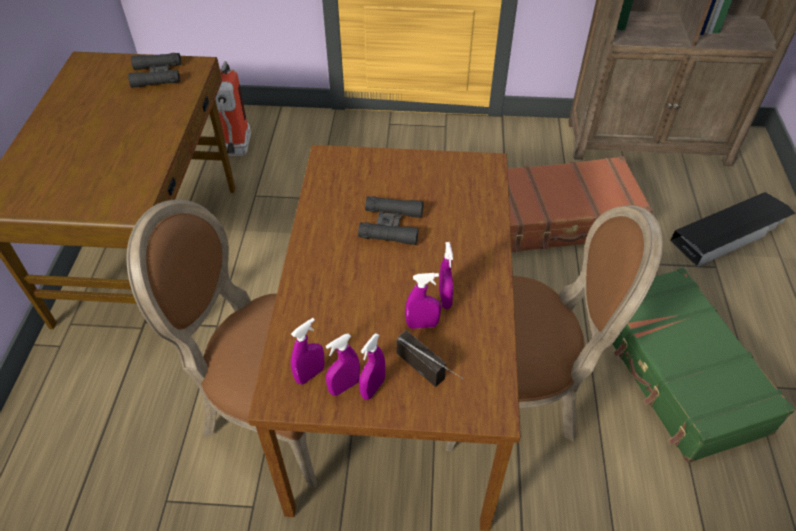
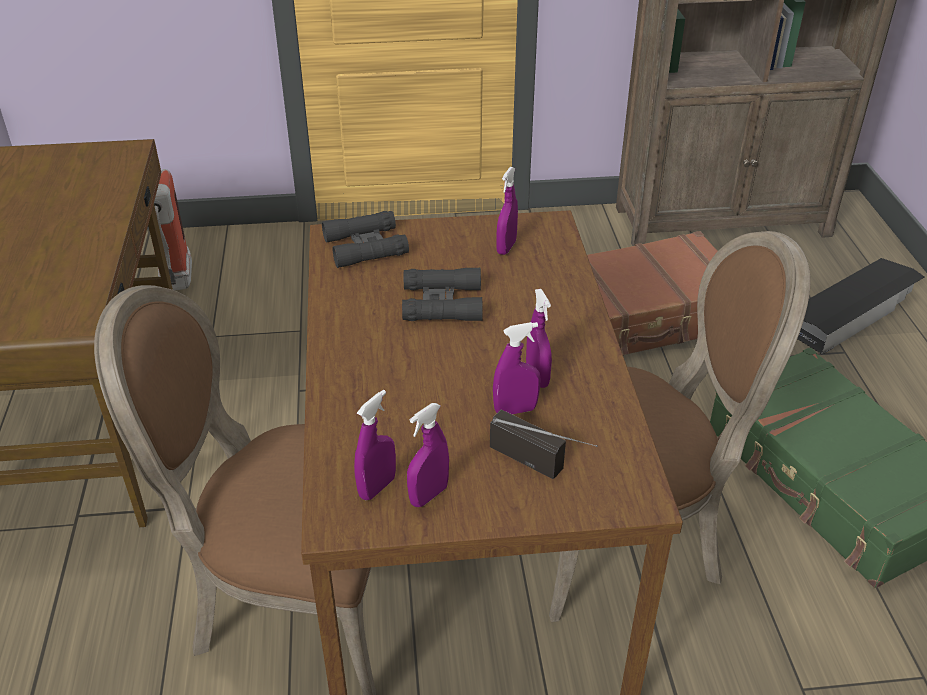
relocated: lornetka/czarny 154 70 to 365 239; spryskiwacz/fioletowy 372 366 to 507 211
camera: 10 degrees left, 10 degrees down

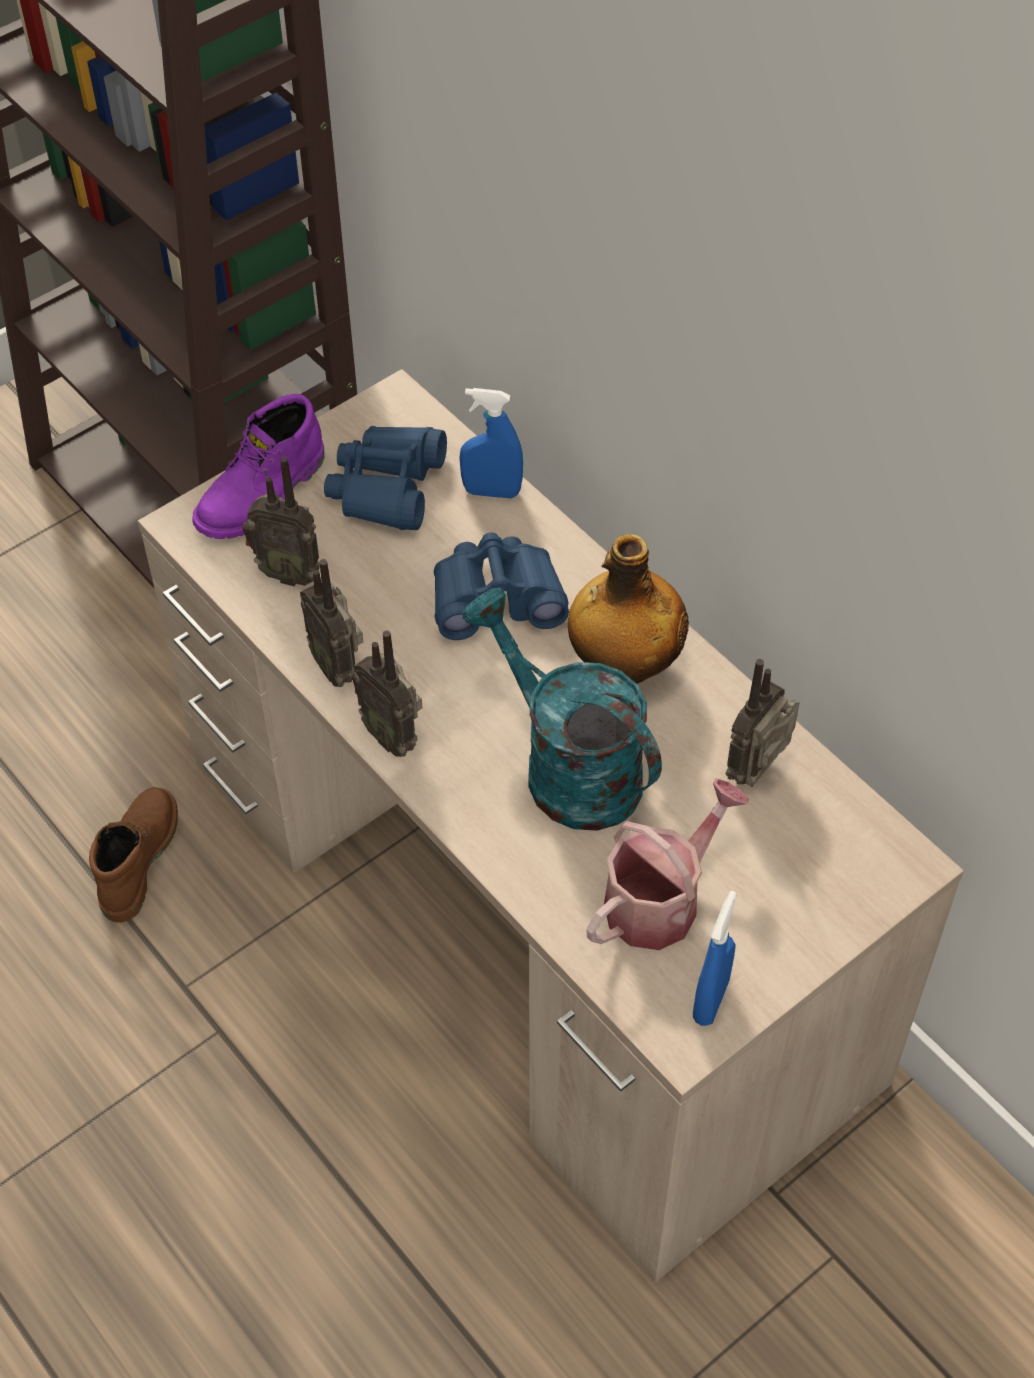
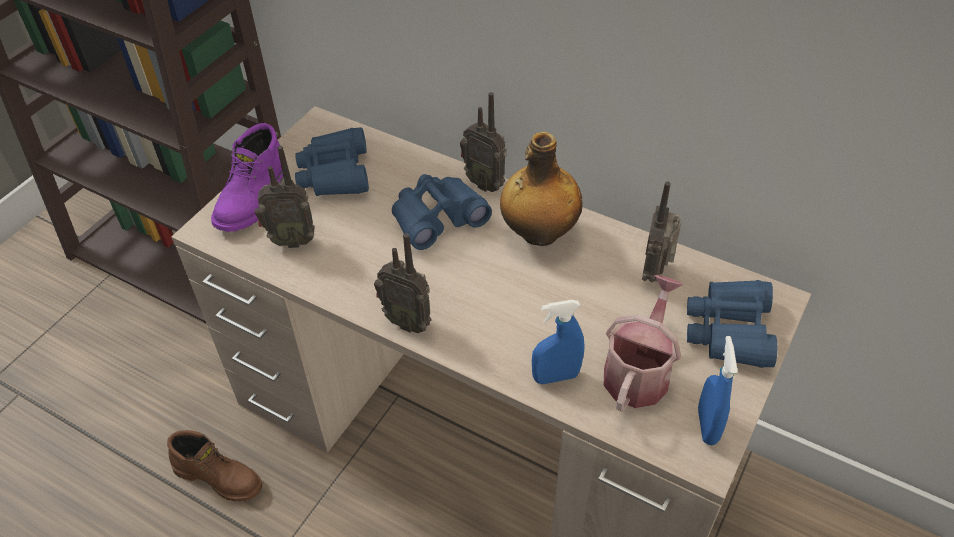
missing: konewka/turkusowy 562 709
appeared: lornetka/niebieski 732 324
relocated: radio 331 623 to 483 142; spryskiwacz/niebieski 491 443 to 558 342
spun: but z cholewką/brązowy 133 855 = 214 465 120 degrees clockwise
camera: 20 degrees left, 5 degrees down

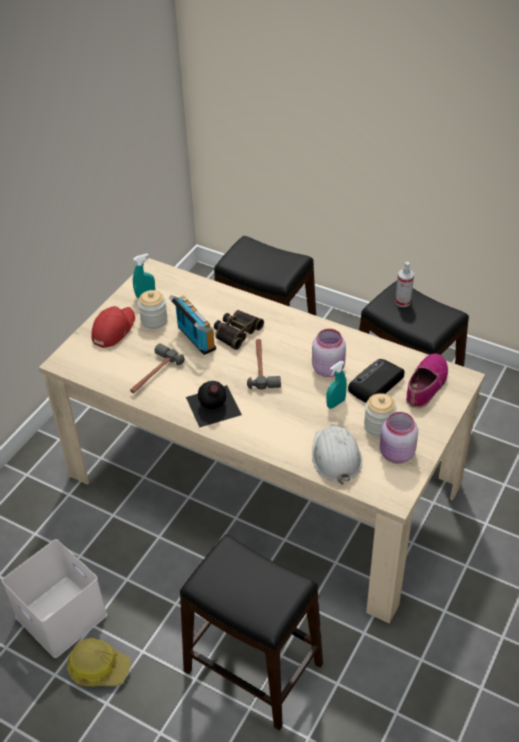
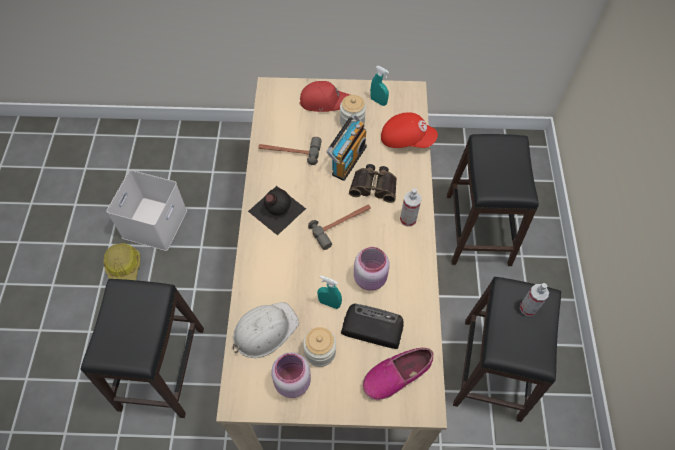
appeared: czapka z daszkiem/czerwony 409 130; spryskiwacz 411 207
spun: but 427 381 = 397 374 150 degrees clockwise
camera: 60 degrees right, 15 degrees up

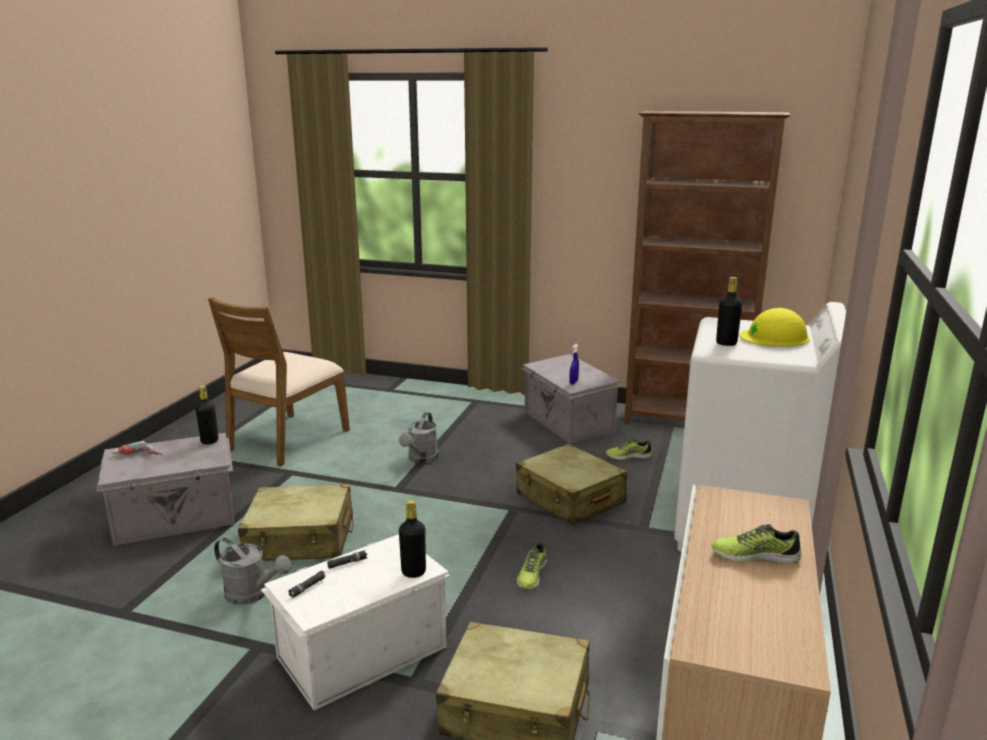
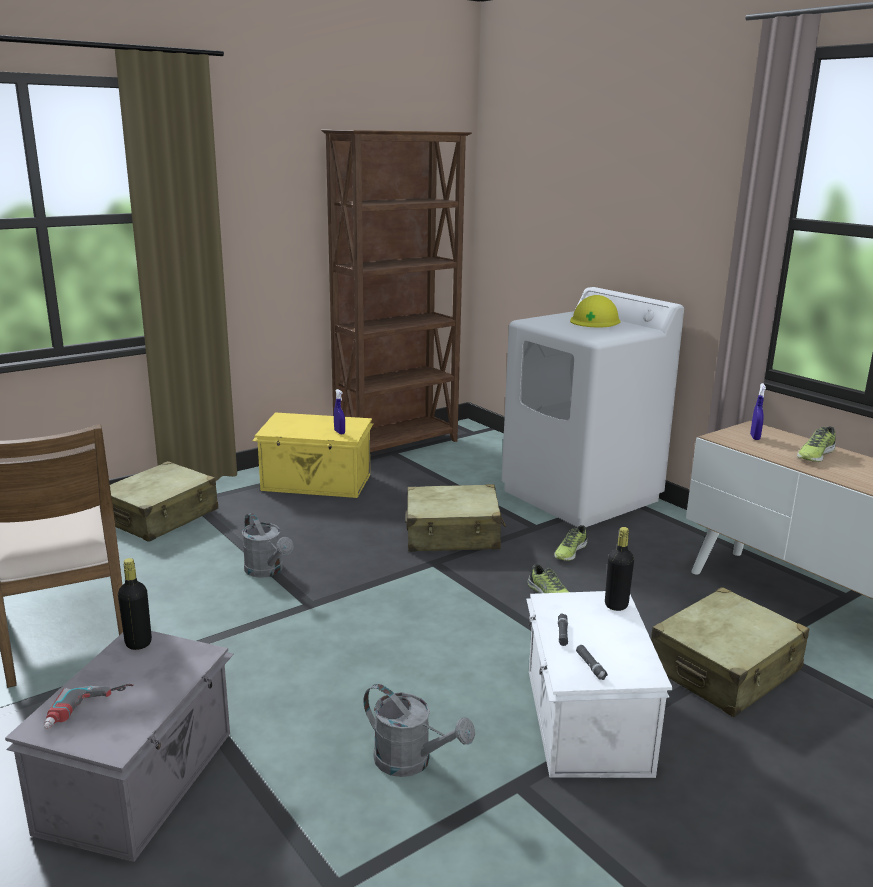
missing: butelka/czarny 729 311
appeared: spryskiwacz/niebieski 758 411
relocated: walizka/beżowy 296 522 to 164 501; but 629 449 to 570 543
colour: pojemnik do przechowywania/szary 570 399 to pojemnik do przechowywania/żółty 313 455
spun: konewka/szary 252 571 = 419 730 60 degrees clockwise
camera: 55 degrees left, 0 degrees up

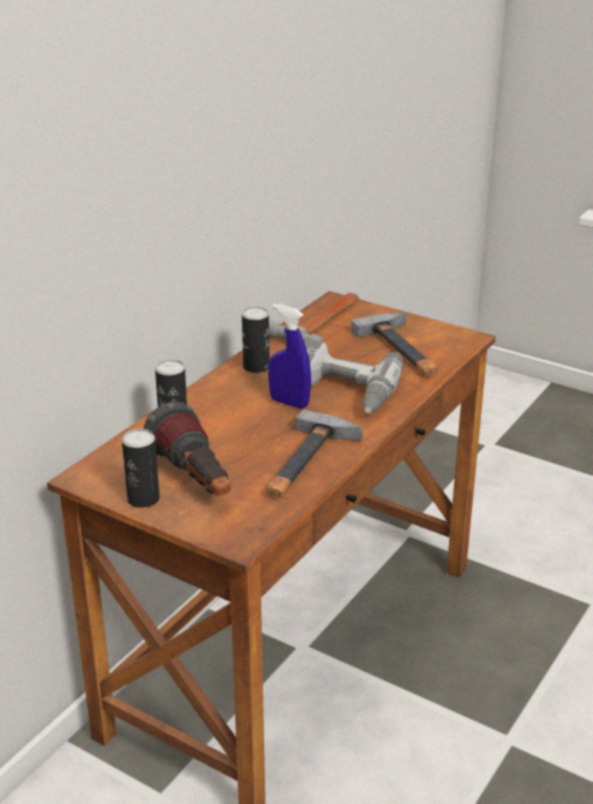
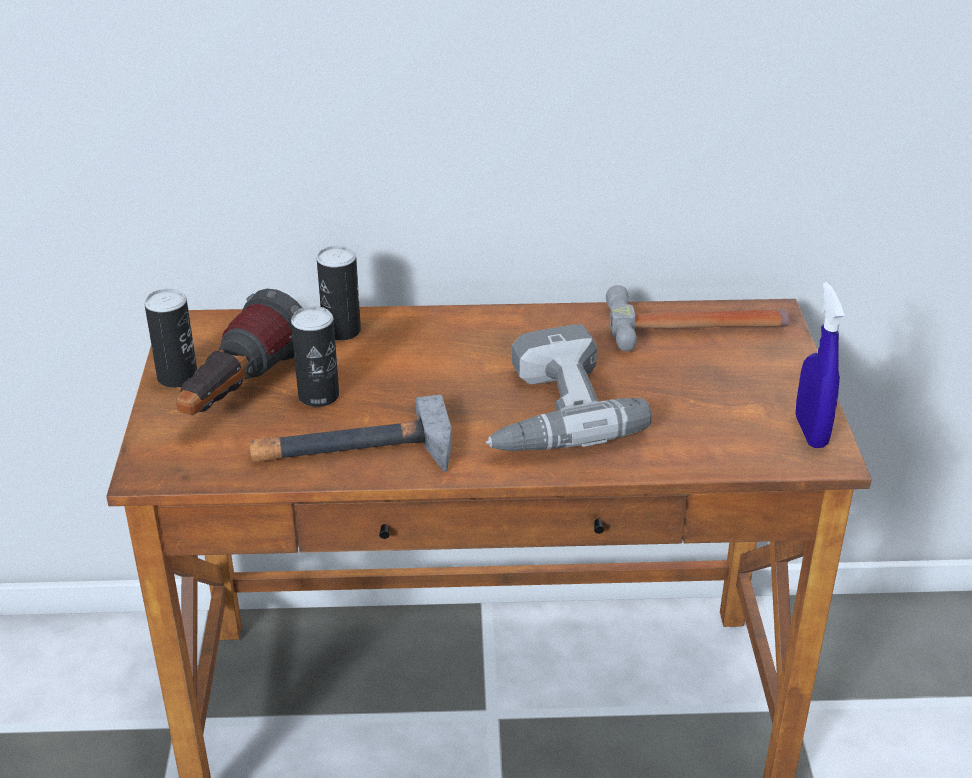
missing: młotek 394 344
relocated: puszka 256 340 to 315 356; spryskiwacz/niebieski 289 356 to 820 365
camera: 55 degrees right, 5 degrees up

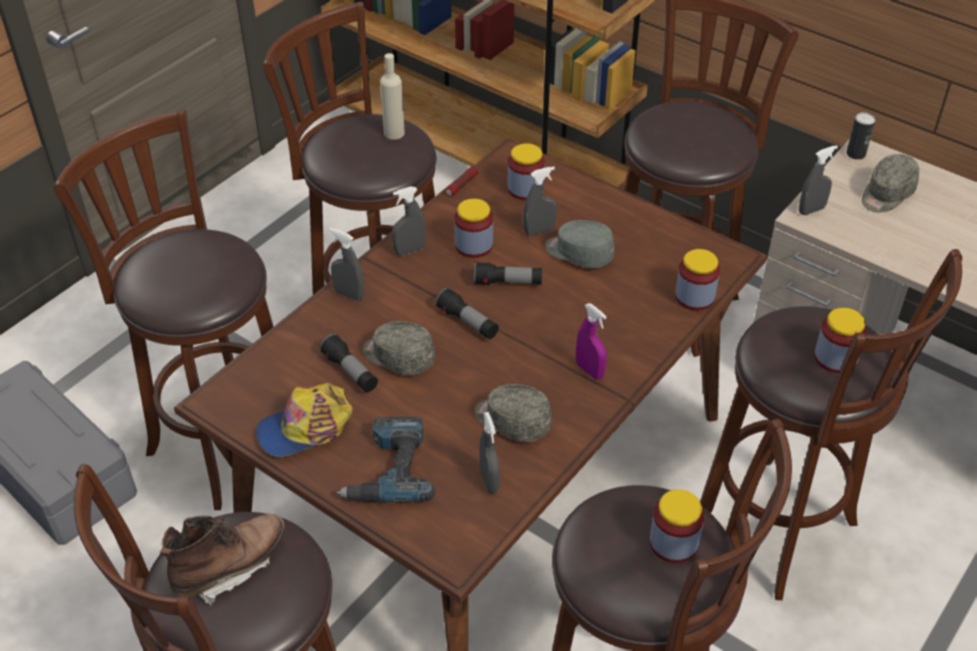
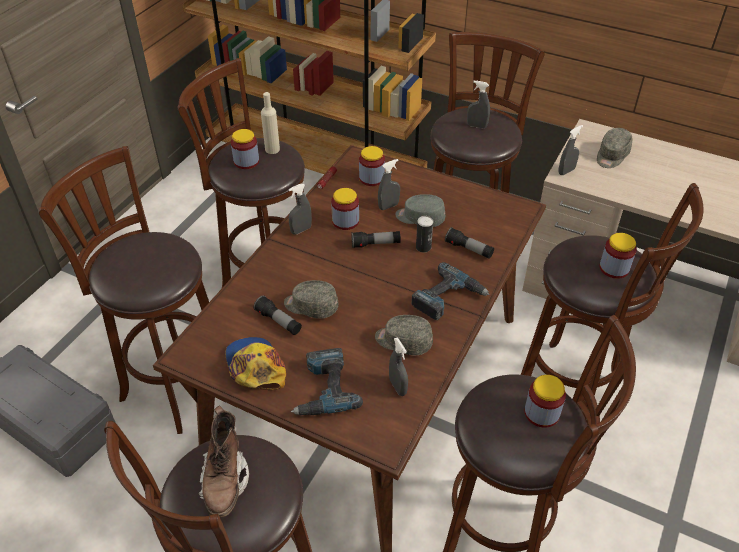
relocated: słoik 697 280 to 245 149; puszka 860 136 to 424 234; latarka 467 313 to 469 243; spryskiwacz/szary 347 264 to 478 105
exchanged: spryskiwacz/fioletowy 591 341 to wiertarka 451 291
spun: but z cholewką/brązowy 222 559 = 223 461 135 degrees clockwise; czapka z daszkiem 304 420 = 256 363 105 degrees clockwise
camera: 10 degrees left, 0 degrees up

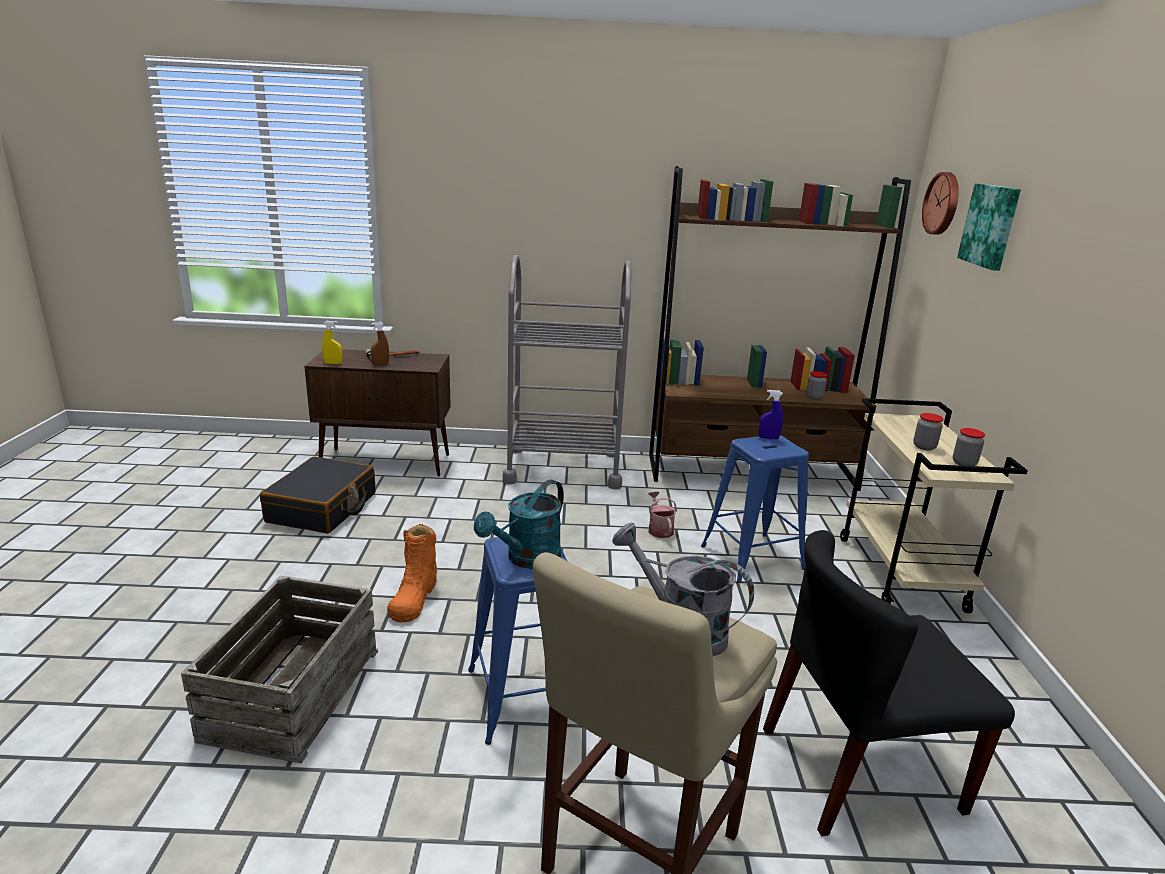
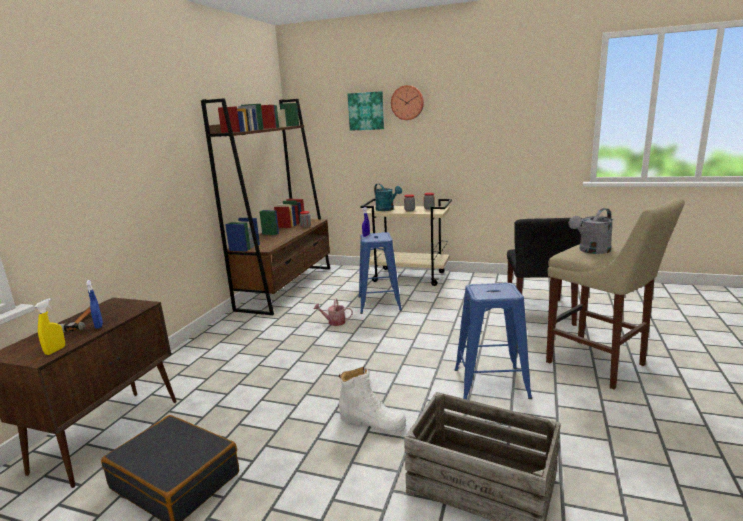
missing: wózek/szary 566 372
relocated: konewka/turkusowy 519 524 to 388 197; zegar ścienny 940 203 to 407 102
colour: spryskiwacz/brązowy 380 344 to spryskiwacz/niebieski 94 304; but z cholewką/pomarańczowy 412 573 to but z cholewką/biały 372 400
camera: 70 degrees left, 5 degrees down

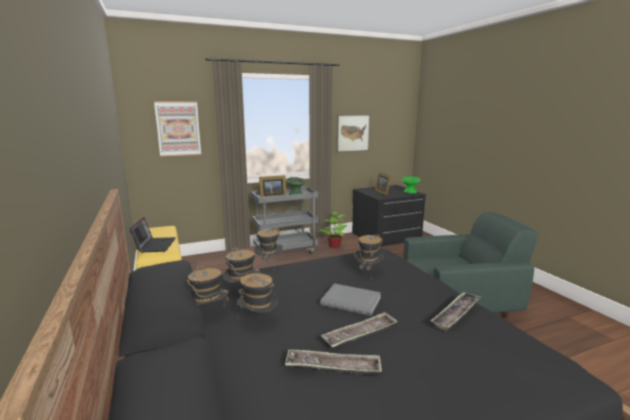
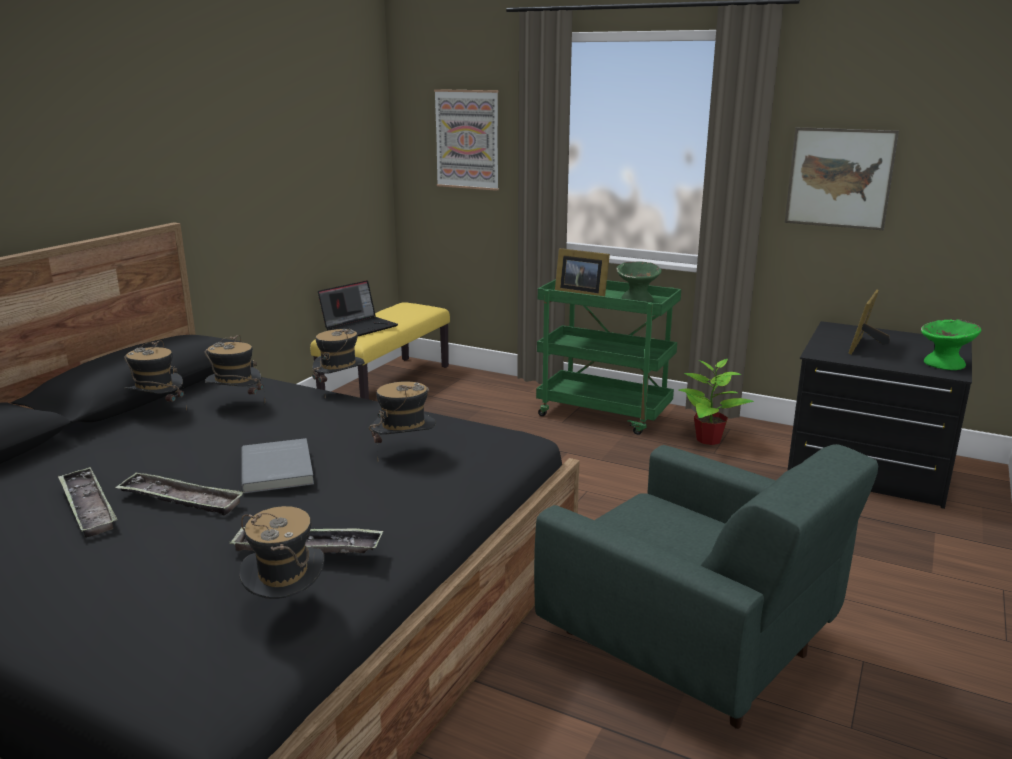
relocated: kapelusz 257 295 to 282 552
colour: wózek/szary 284 224 to wózek/zielony 608 357
camera: 50 degrees right, 5 degrees up

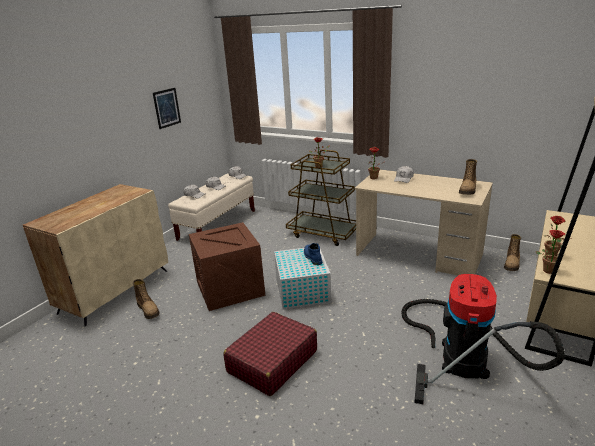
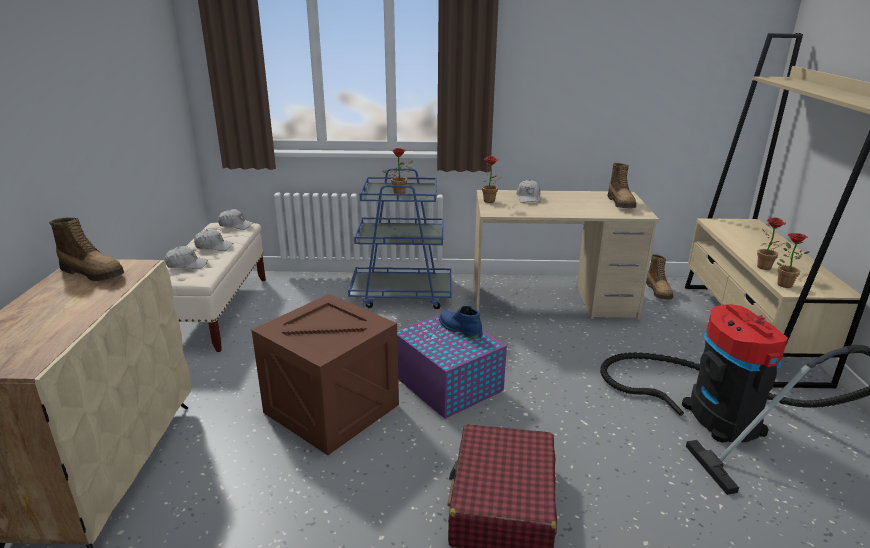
missing: obraz 167 108
relocated: but z cholewką 146 299 to 86 249
colour: wózek/brązowy 321 198 to wózek/niebieski 400 238; pojemnik do przechowywania/biały 302 278 to pojemnik do przechowywania/fioletowy 452 365
camera: 30 degrees left, 0 degrees up

